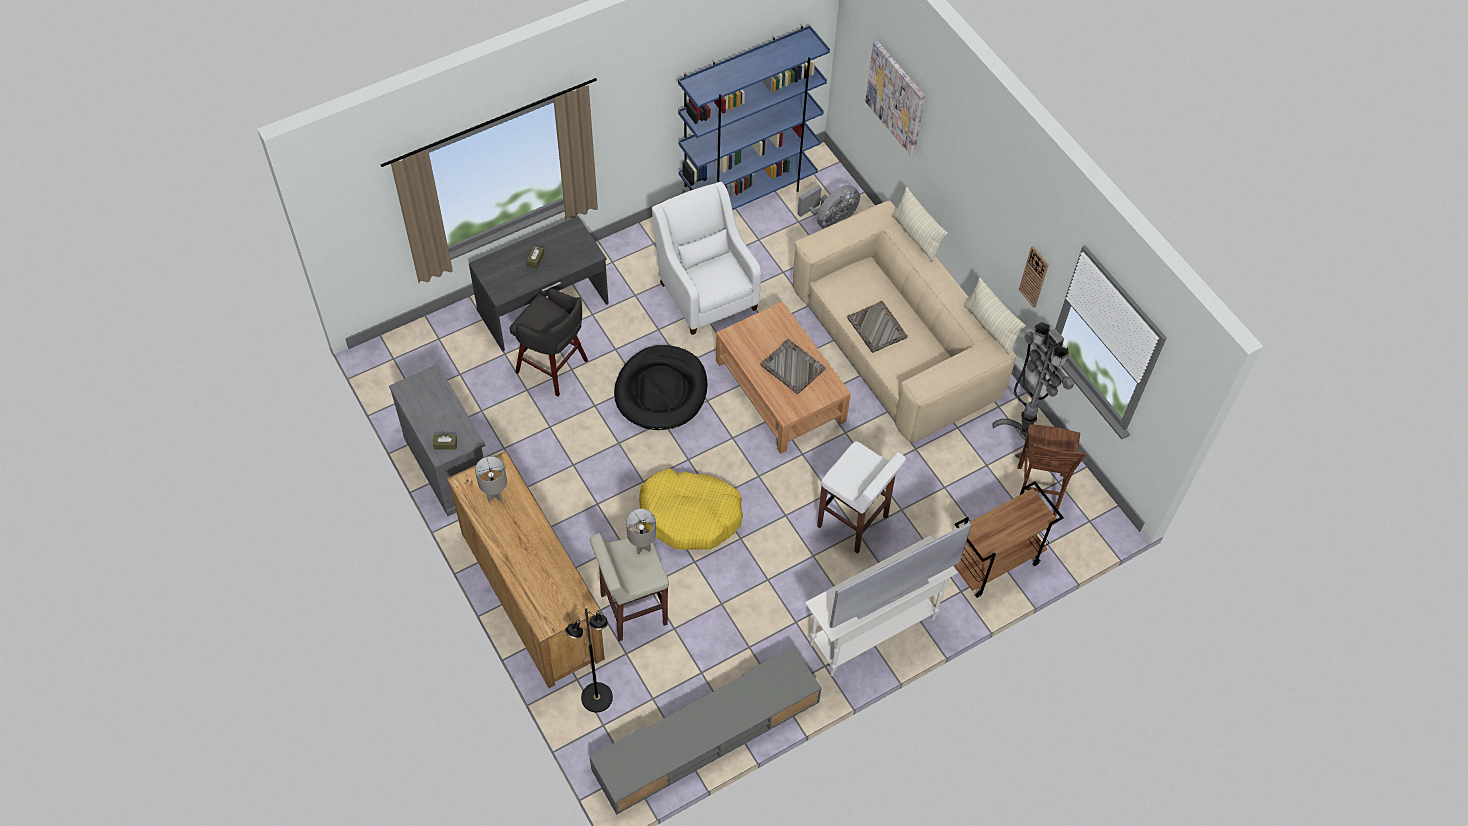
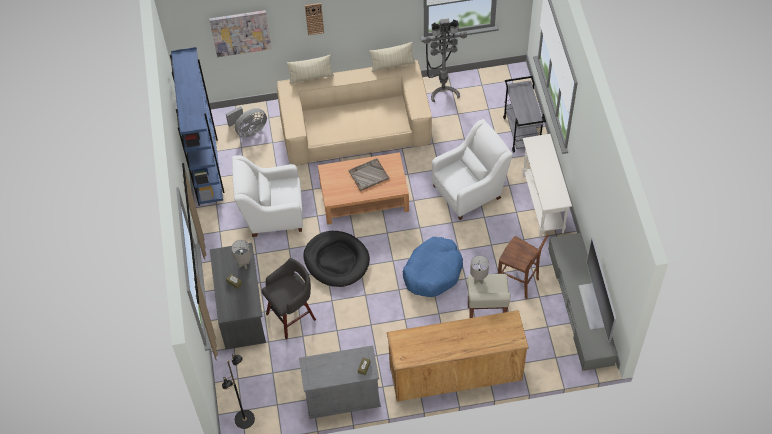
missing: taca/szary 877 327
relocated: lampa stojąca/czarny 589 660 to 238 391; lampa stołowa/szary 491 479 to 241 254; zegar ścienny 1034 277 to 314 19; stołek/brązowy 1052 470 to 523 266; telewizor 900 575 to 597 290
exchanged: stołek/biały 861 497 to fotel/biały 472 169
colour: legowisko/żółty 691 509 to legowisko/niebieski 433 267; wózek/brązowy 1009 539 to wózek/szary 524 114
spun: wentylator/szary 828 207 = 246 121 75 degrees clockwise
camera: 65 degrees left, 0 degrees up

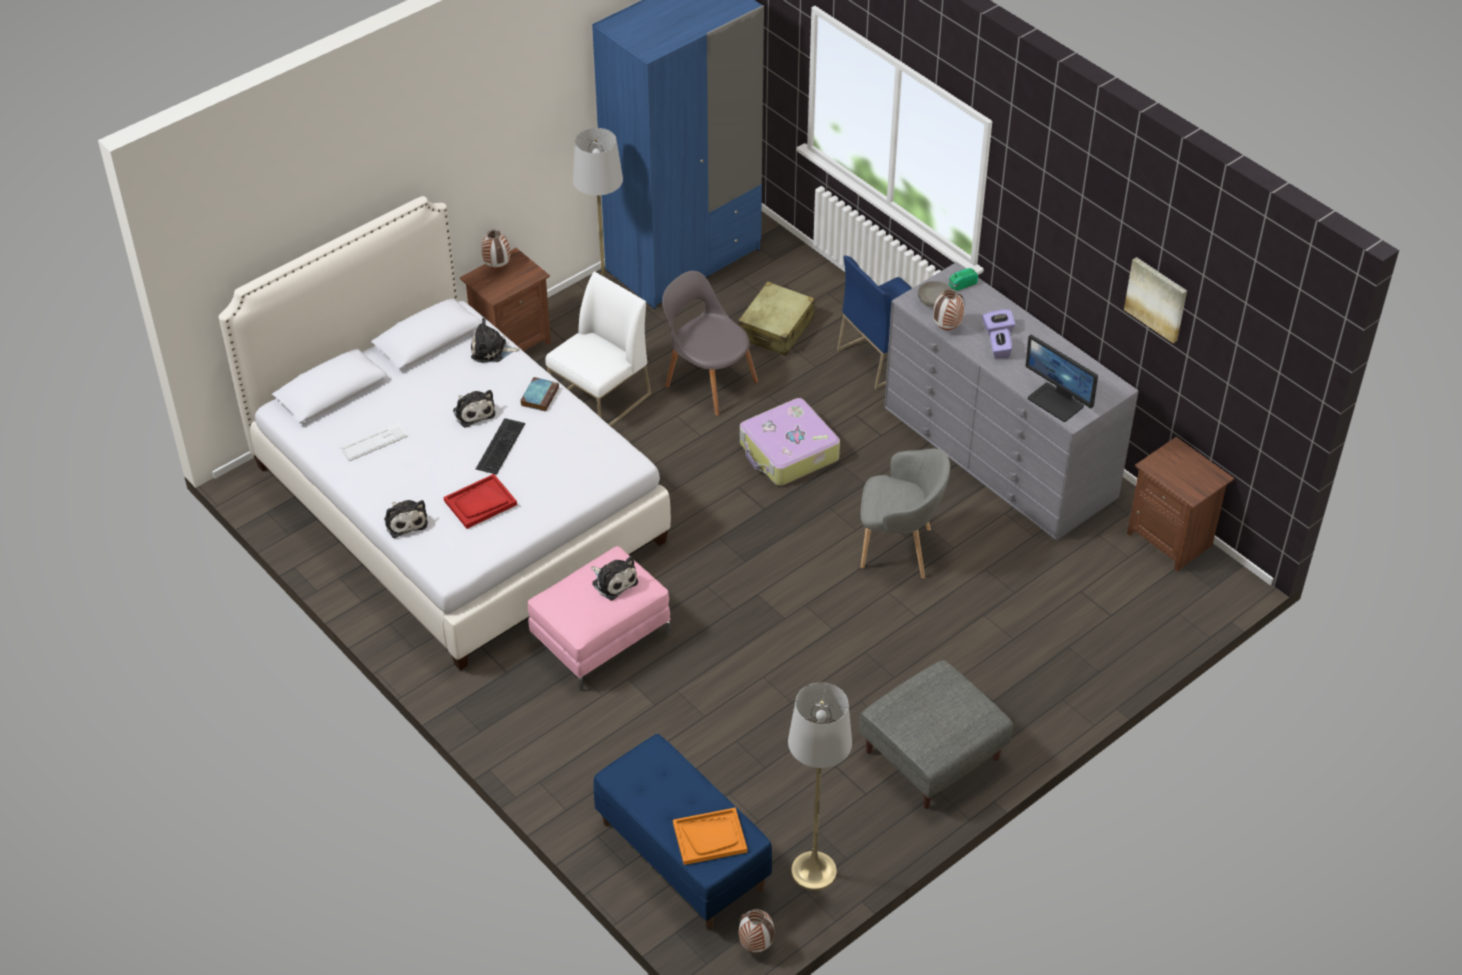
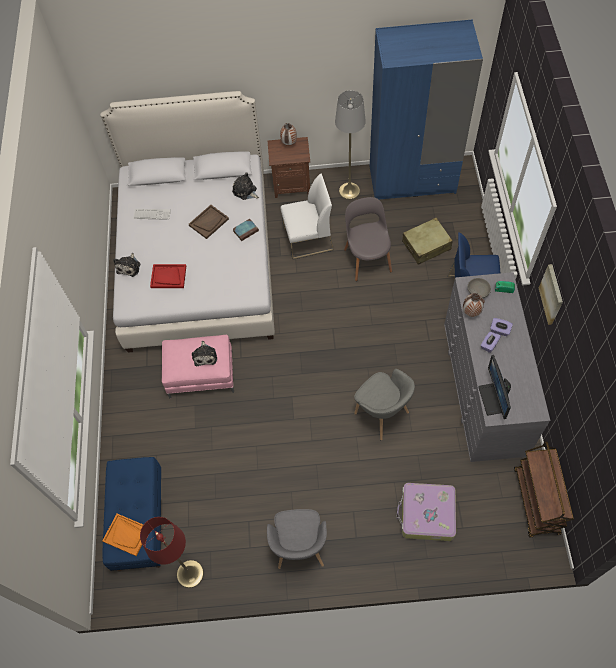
missing: klawiatura 500 446; wazon 756 930
relocated: walizka 790 442 to 426 512; obraz 1155 300 to 551 294
exchanged: pluszak 474 409 to taca/brązowy 209 222; pufa/szary 936 734 to fotel/szary 297 539; szafka nocna/brązowy 1180 504 to wózek/brązowy 544 489
colour: lampa stojąca/szary 820 787 to lampa stojąca/czerwony 172 552
camera: 40 degrees right, 15 degrees up

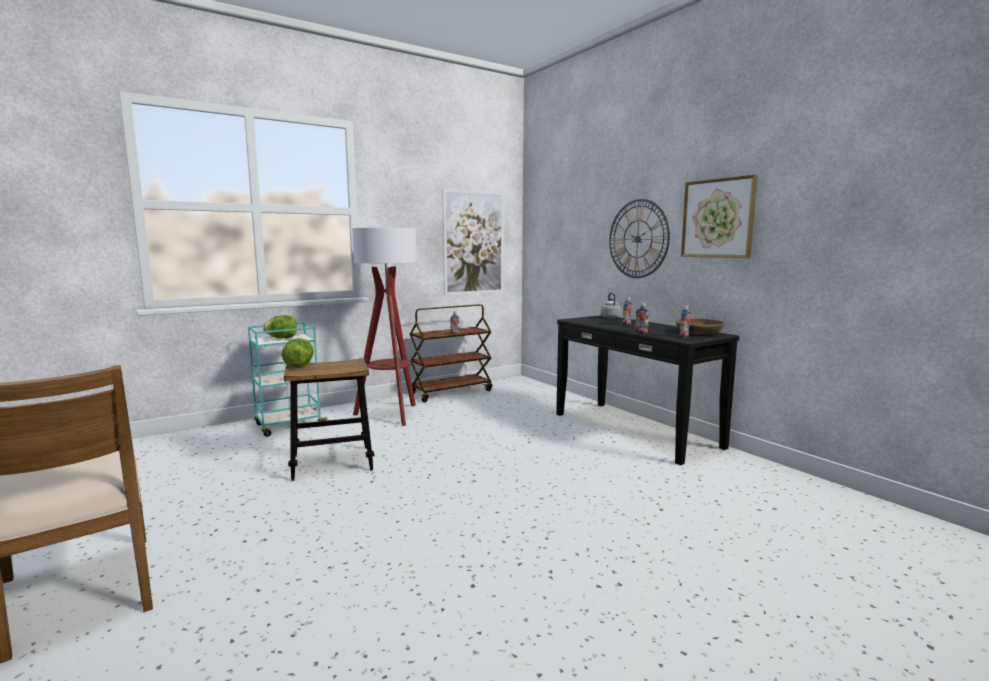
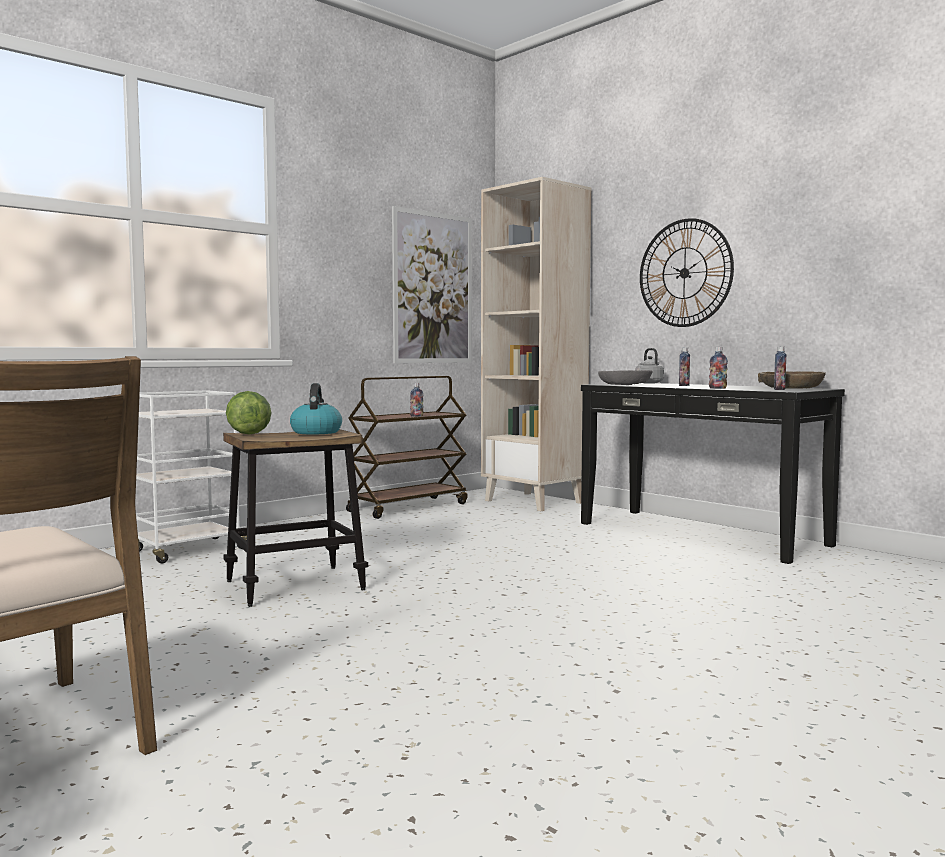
missing: sałata 280 326; lampa stojąca 384 327; obraz 719 216
appeared: czajnik 316 408; regał/beżowy 536 344; miska/szary 625 377
colour: wózek/turkusowy 288 379 to wózek/biały 191 477
camera: 10 degrees left, 5 degrees down

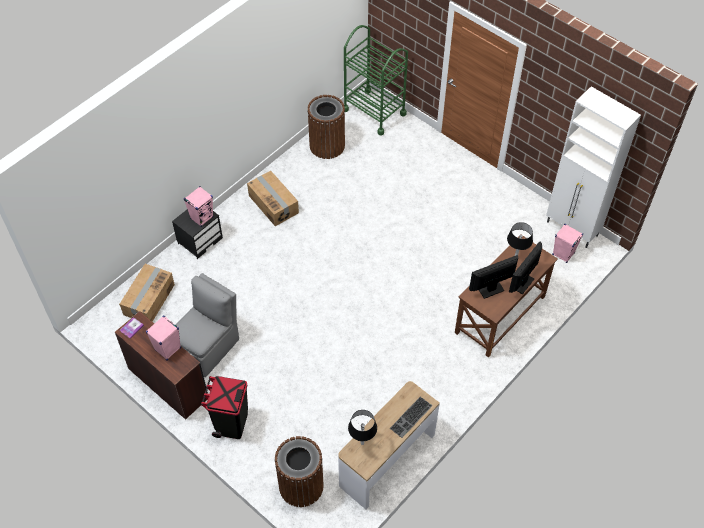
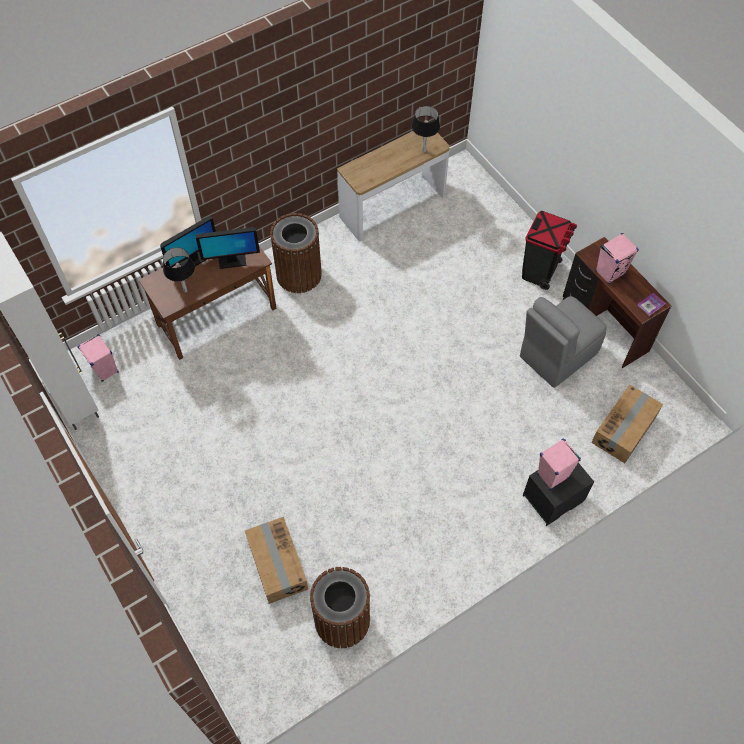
missing: wózek/zielony 376 80; klawiatura 411 417
relocated: karton 273 198 to 276 560; kosz na śmieci/brązowy 299 471 to 296 253
camera: 165 degrees left, 5 degrees up

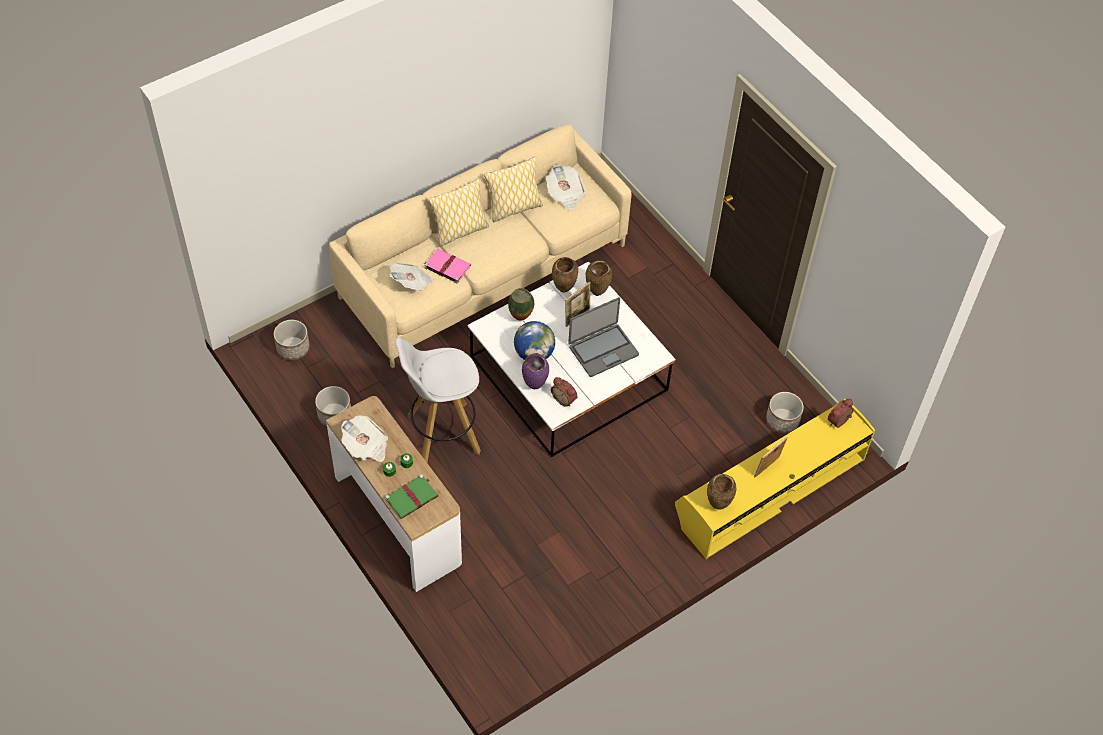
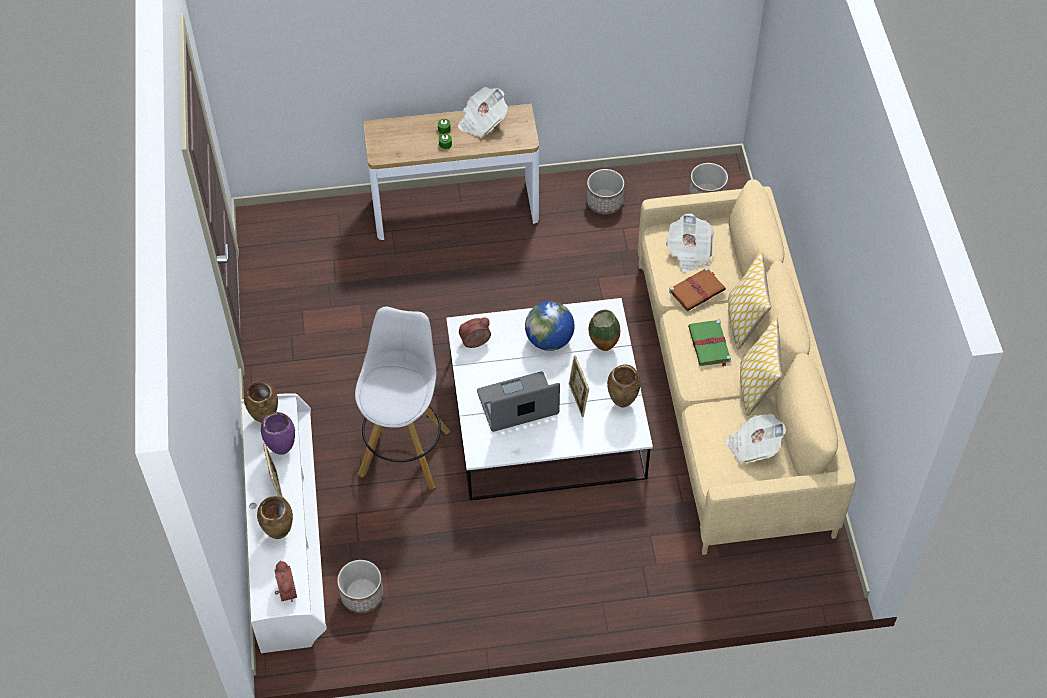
relocated: wazon/brązowy 599 278 to 275 517; wazon/fioletowy 535 371 to 278 433; stołek/biały 438 399 to 402 398; książka/zielony 411 496 to 709 343
colour: szafka pod telewizor/żółty 775 479 to szafka pod telewizor/biały 284 523; książka/różowy 447 266 to książka/brązowy 697 289
spun: laptop 603 337 = 518 401 75 degrees clockwise
camera: 120 degrees right, 0 degrees up

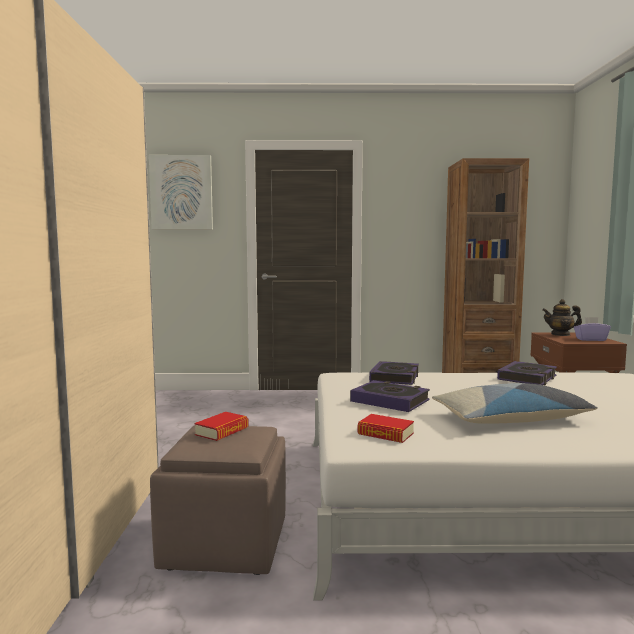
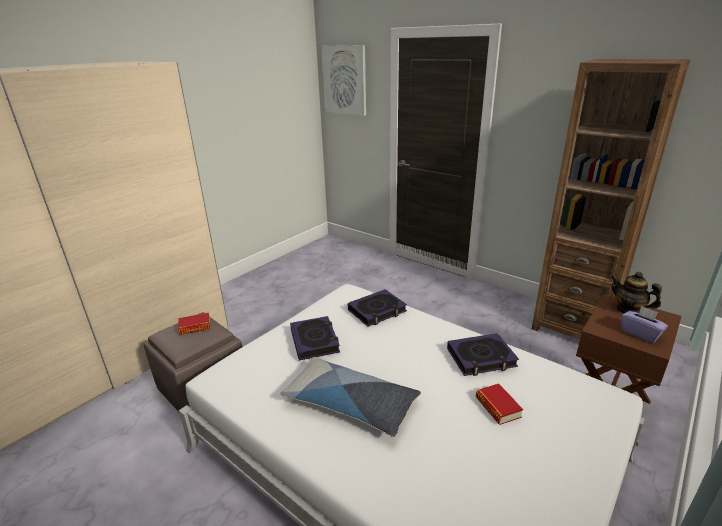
relocated: książka 385 428 to 499 404
camera: 40 degrees right, 20 degrees up

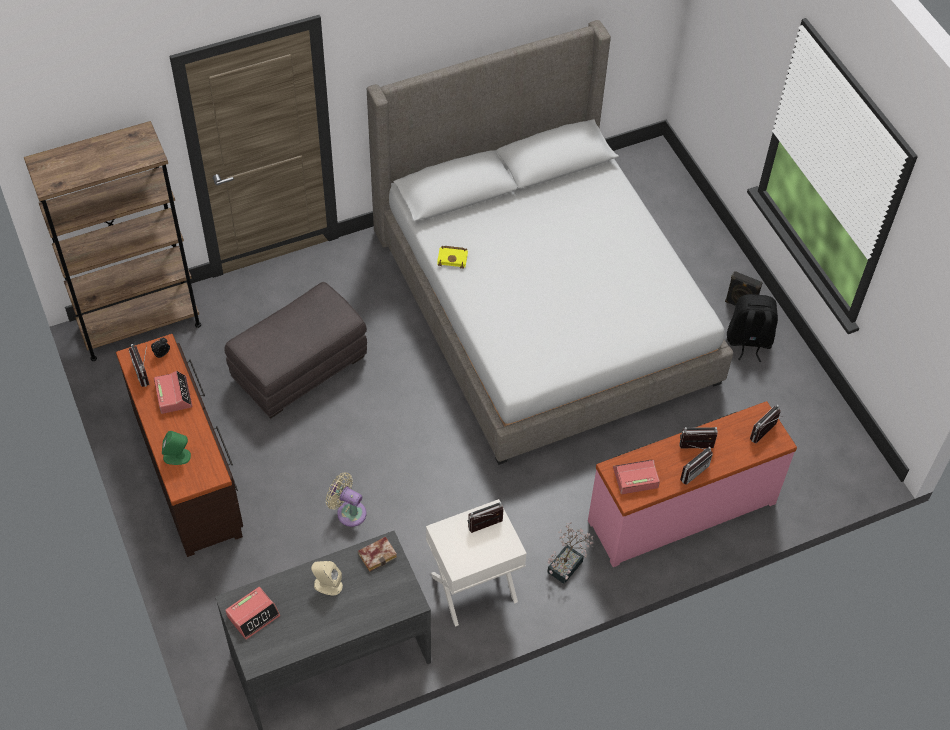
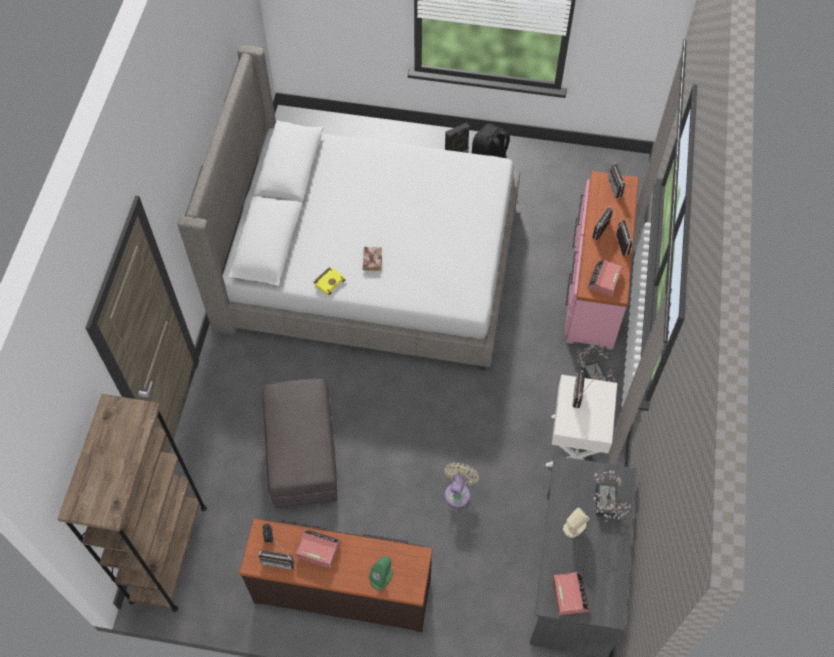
appeared: roślina doniczkowa 612 496
relocated: książka 377 554 to 372 259
spun: wentylator/beżowy 346 499 = 462 484 135 degrees clockwise
camera: 55 degrees left, 5 degrees up

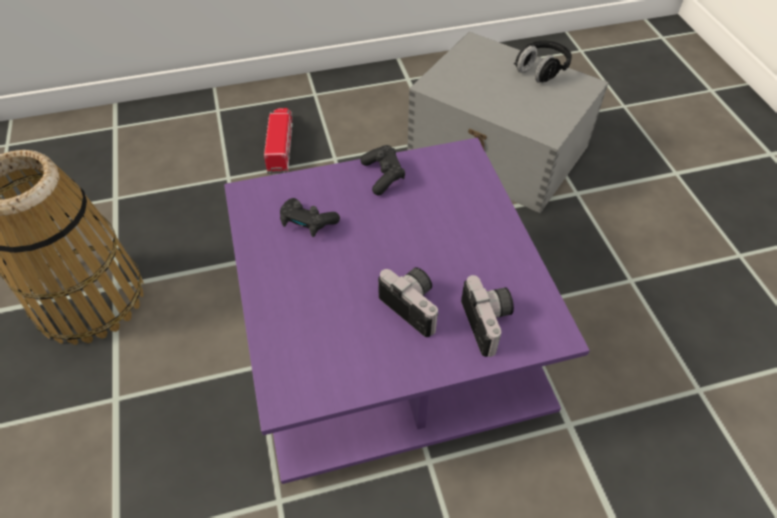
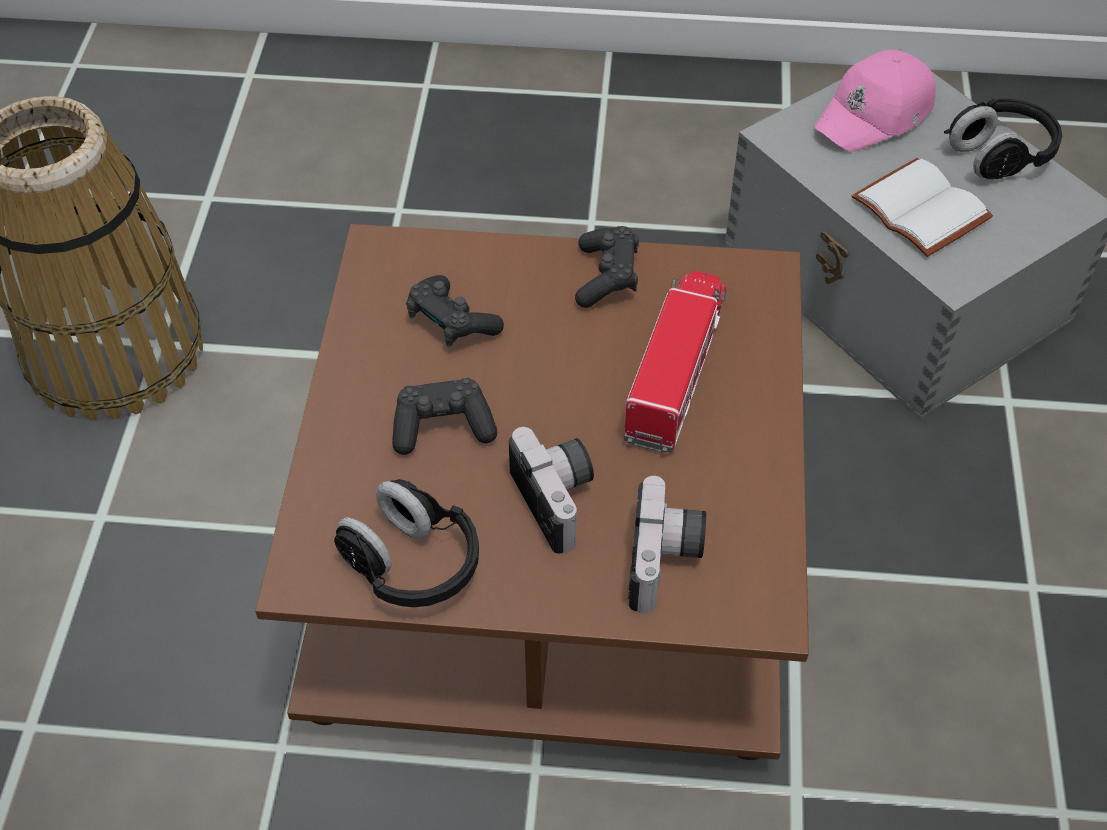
appeared: słuchawki/czarny 406 543; pad do gier/czarny 444 416; czapka z daszkiem/różowy 875 101; książka/biały 922 207
relocated: ciężarówka zabawkowa 278 141 to 675 361
colour: ława/fioletowy 407 311 to ława/brązowy 532 492
camera: 20 degrees right, 0 degrees up

